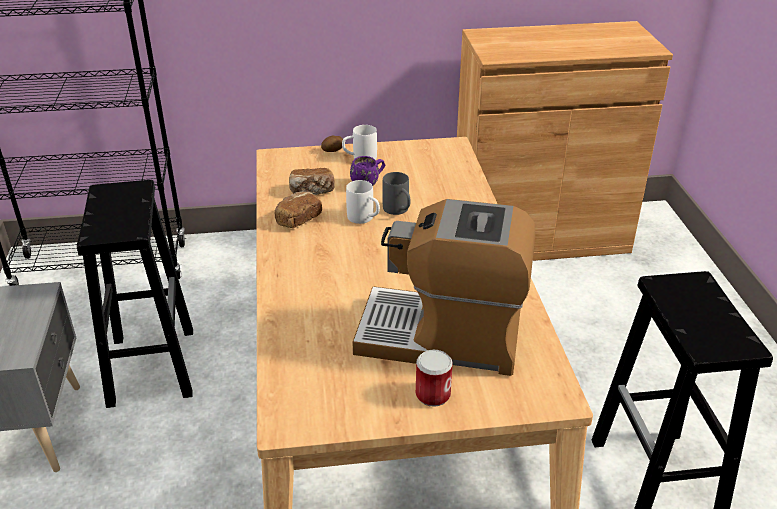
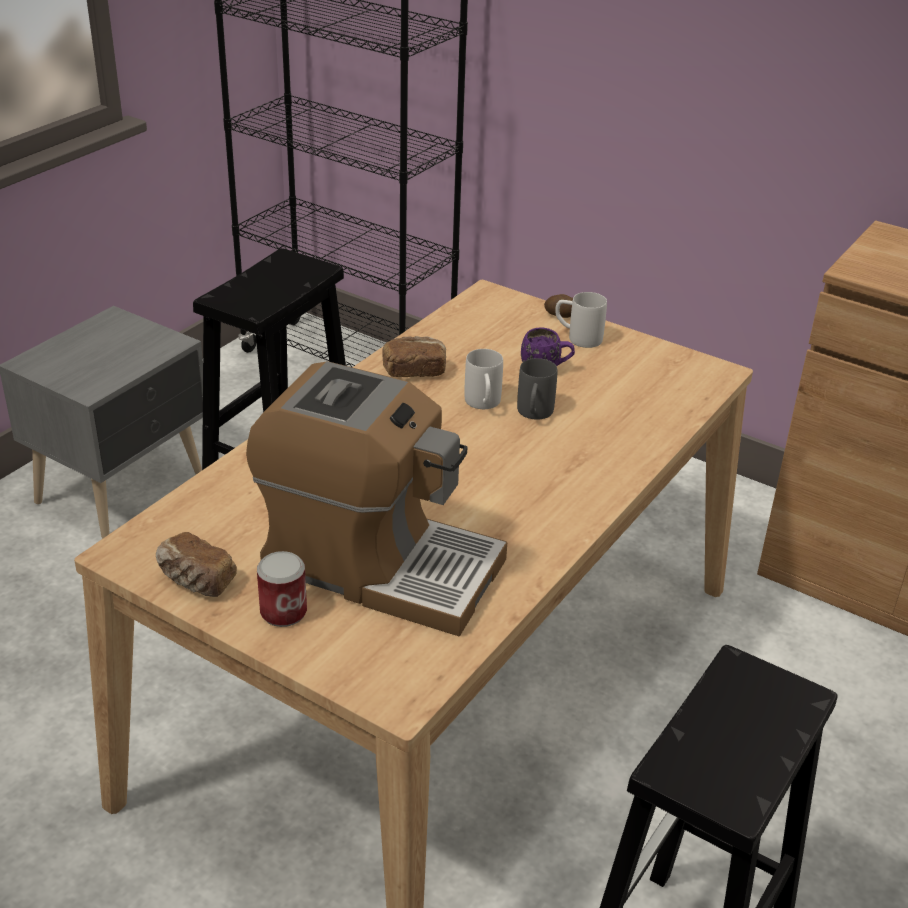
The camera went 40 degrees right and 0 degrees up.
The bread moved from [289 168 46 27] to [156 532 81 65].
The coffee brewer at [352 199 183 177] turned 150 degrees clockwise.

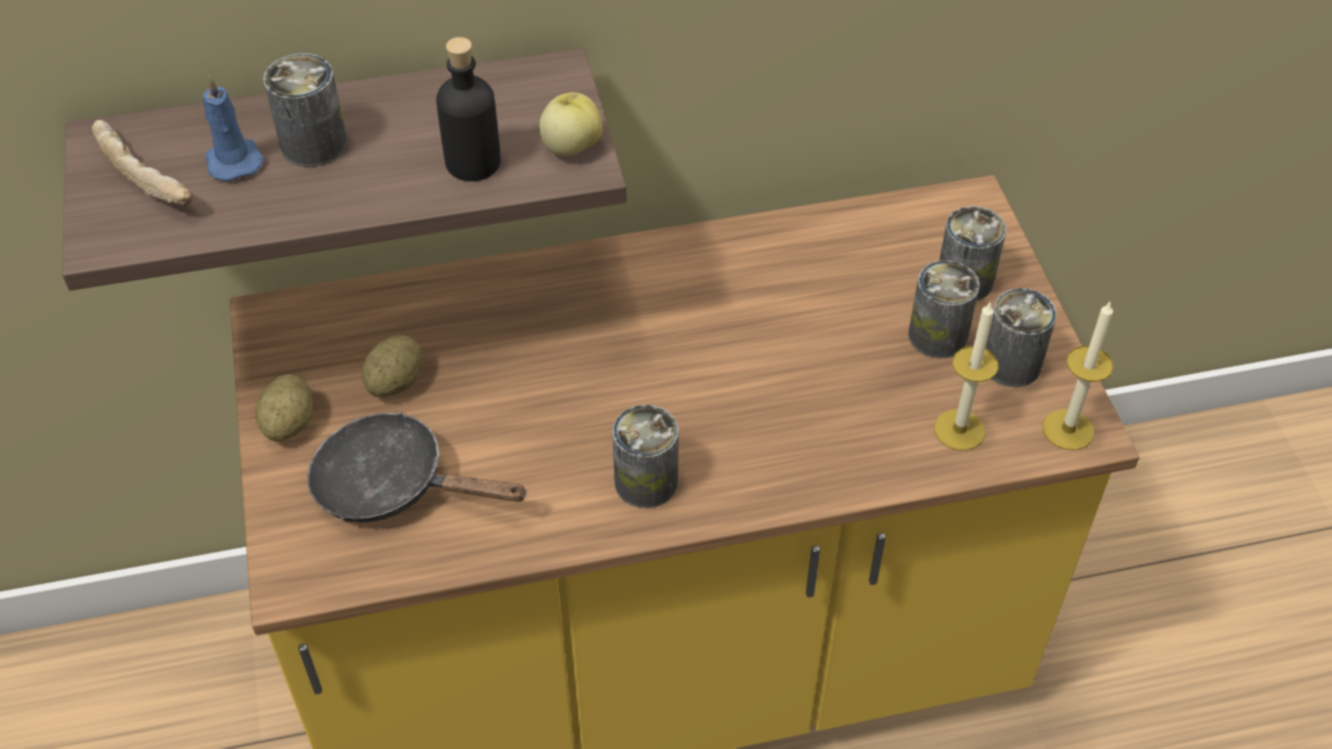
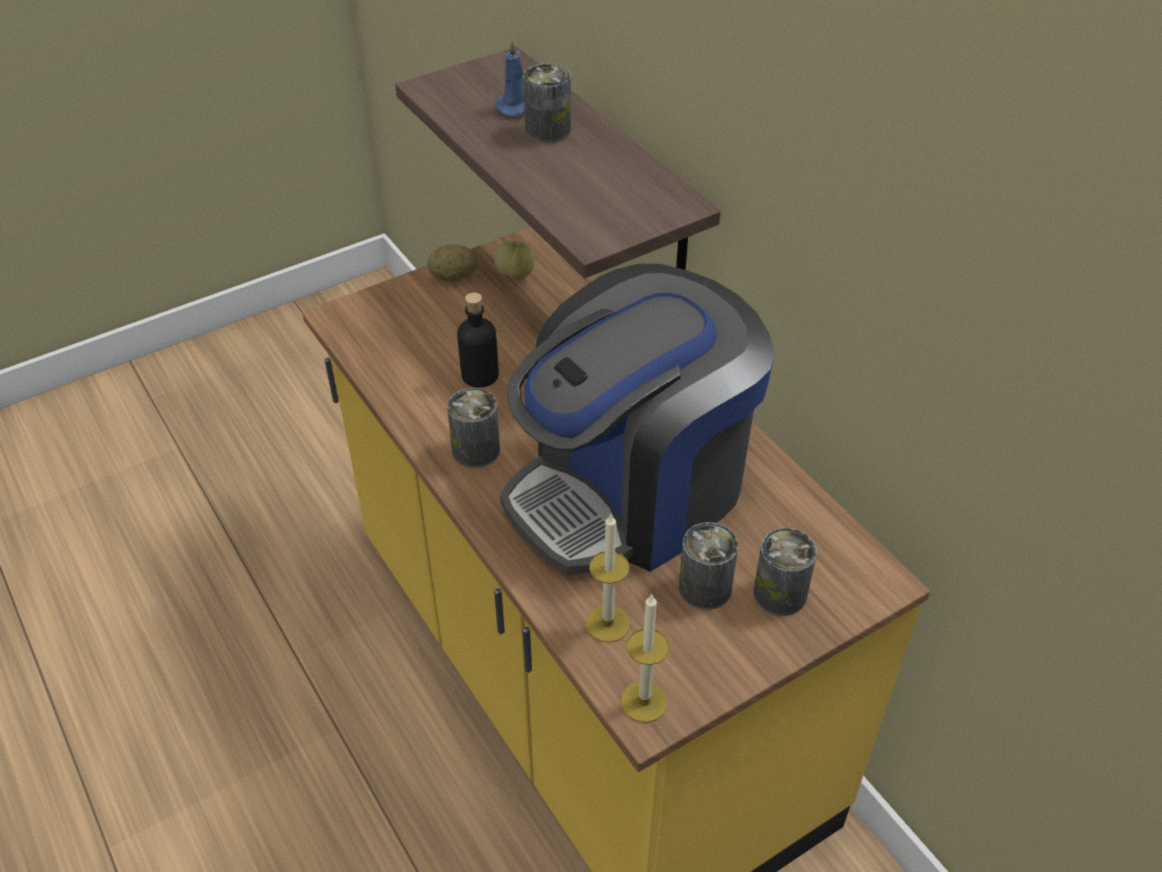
The camera went 70 degrees right and 5 degrees down.
The bread at [92 120 101 85] disappeared.
The skillet in black at [307 412 221 110] disappeared.
The whole potato at [362 335 60 62] disappeared.
The can at [985 288 72 99] disappeared.
The coffee brewer at [500 264 275 311] appeared.
The drink bottle in black moved from [436 37 65 144] to [457 293 42 95].
The apple fruit moved from [539 92 64 64] to [494 241 41 39].

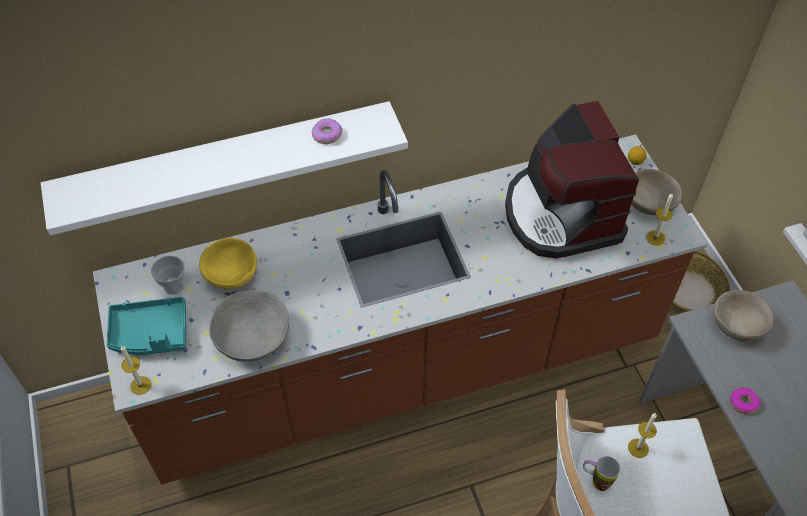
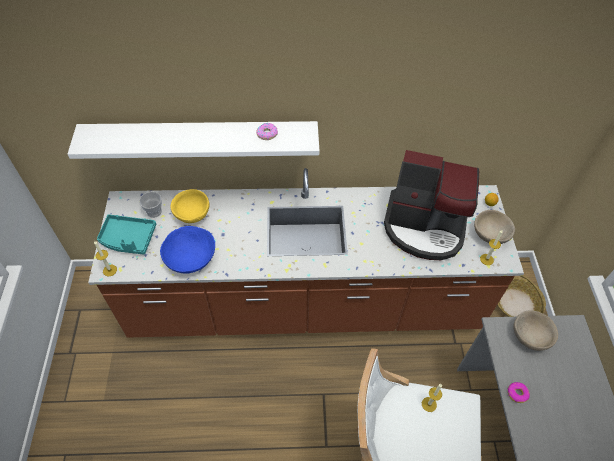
The camera went 15 degrees right and 0 degrees up.
The mug at [583 456 37 35] disappeared.
The serving bowl in gray at [209 291 80 71] became the serving bowl in blue at [160 226 55 47].
The coffee brewer at [505 101 134 157] turned 75 degrees counterclockwise.

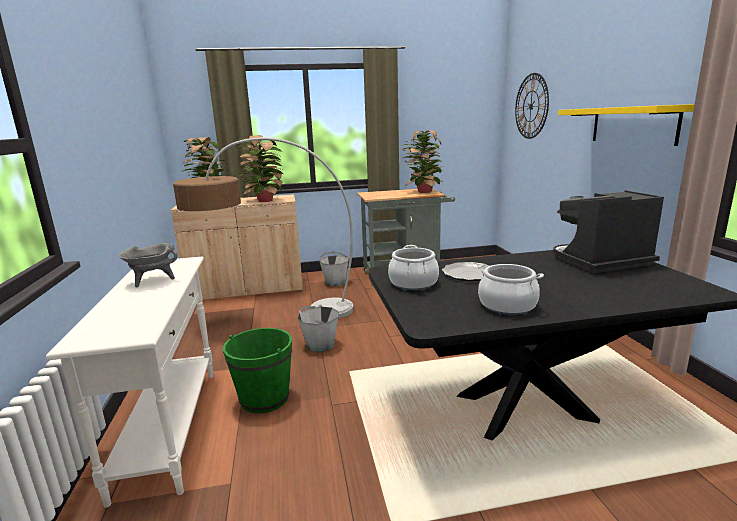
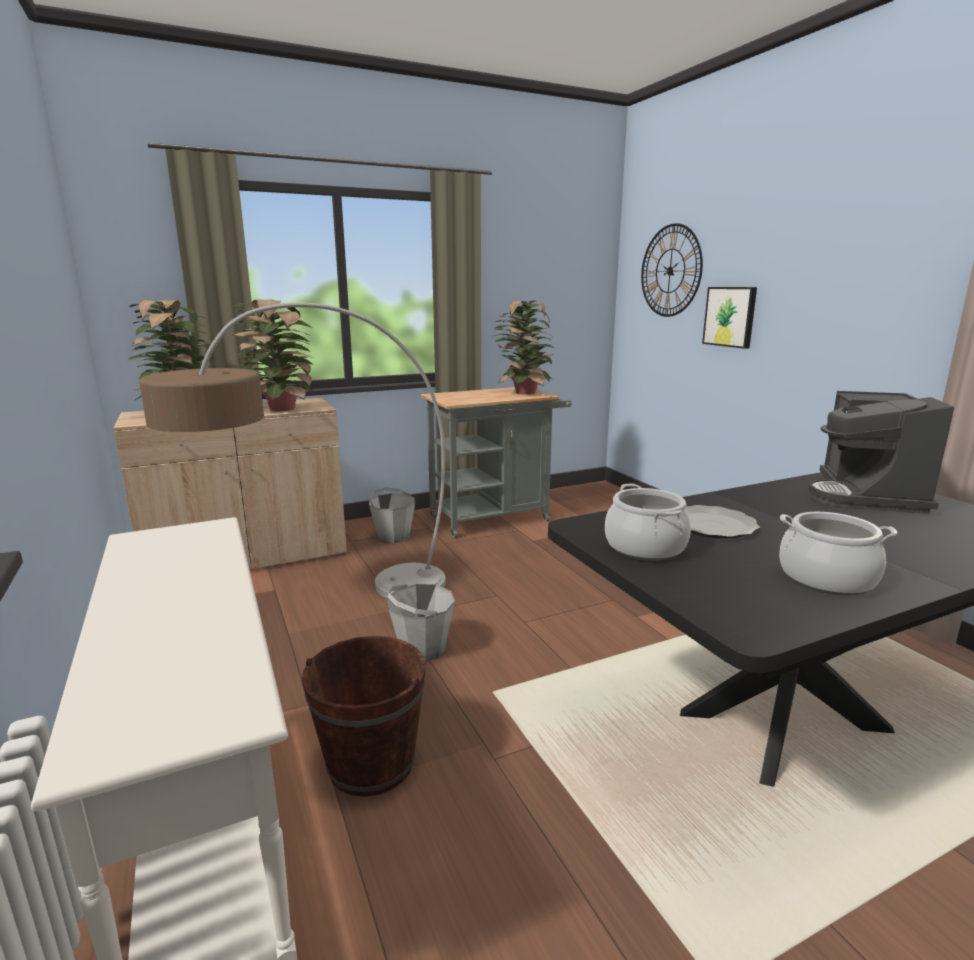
The camera went 15 degrees left and 0 degrees up.
The stockpot in gray at [119 243 59 44] disappeared.
The shelf in yellow at [558 104 136 42] disappeared.
The wall picture at [702 287 55 62] appeared.
The water bucket in greenish at [223 328 69 85] became the water bucket in brown at [302 636 124 161].
The coffee brewer at [553 190 111 83] turned 45 degrees counterclockwise.

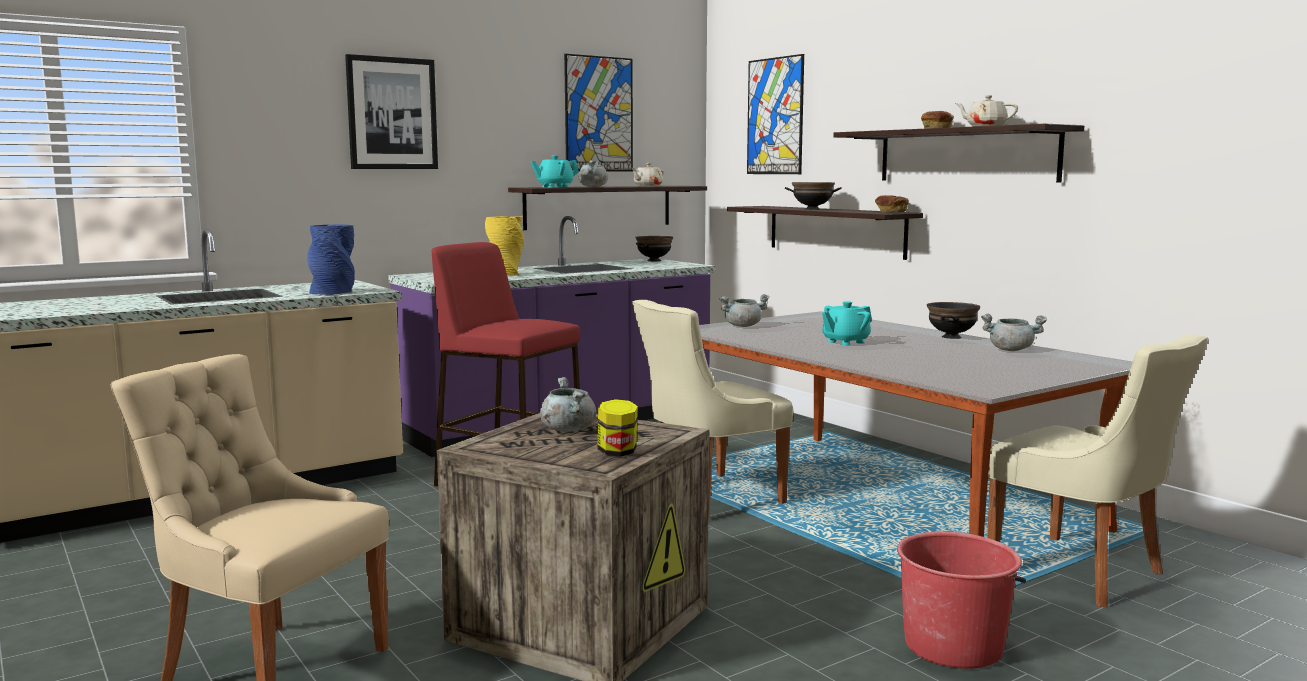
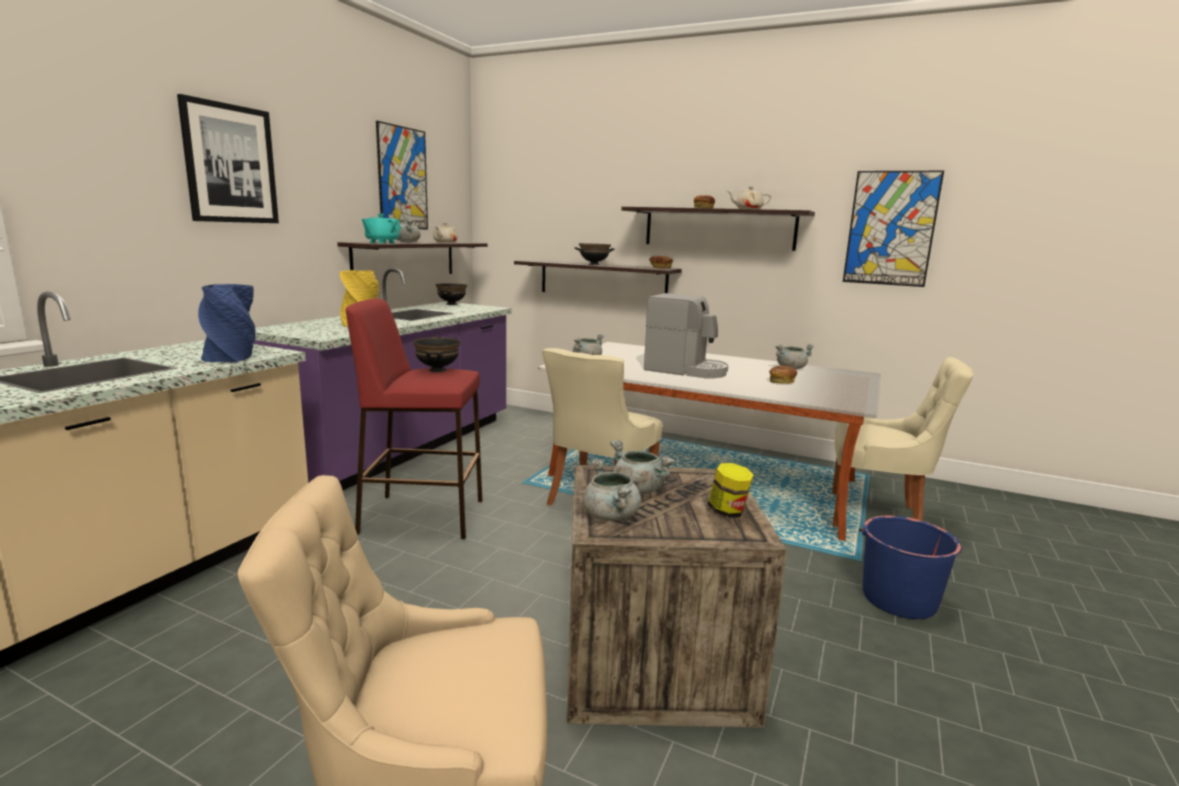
The camera went 30 degrees left and 5 degrees up.
The stockpot in gray at [583 459 58 62] appeared.
The bread at [769 366 28 18] appeared.
The wall picture moved from [747 54 57 120] to [843 171 101 116].
The serving bowl in black moved from [927 302 53 37] to [413 337 48 35].
The pot for tea in turquoise-coloured at [822 301 50 45] was replaced by the coffee brewer at [644 293 84 85].
The water bucket in reddish at [897 531 129 138] became the water bucket in blue at [859 516 104 103].

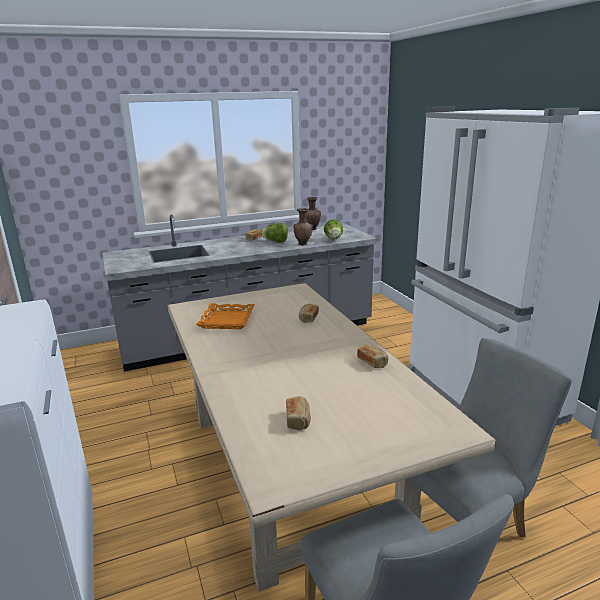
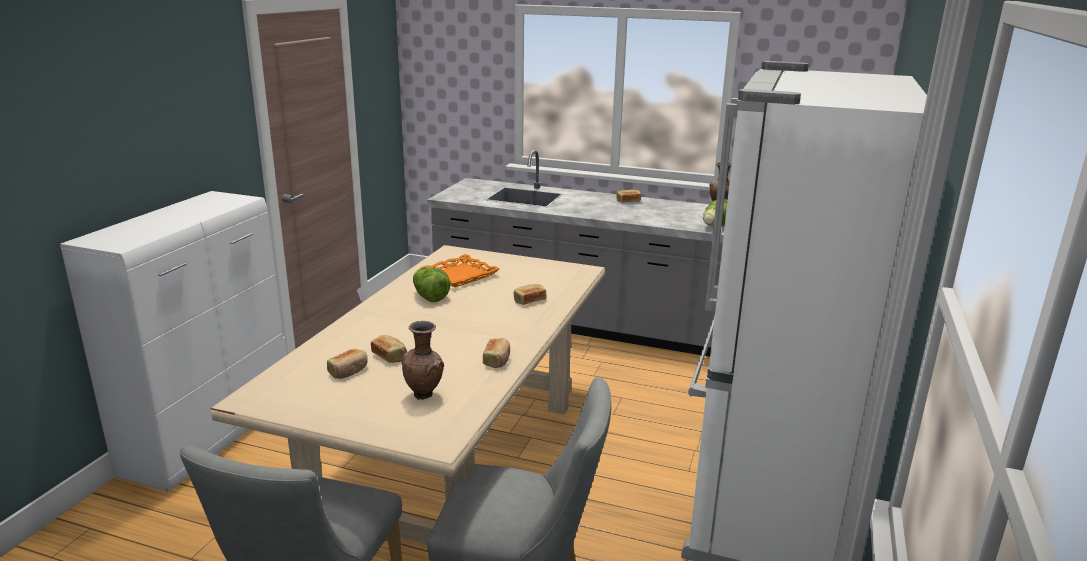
The camera went 40 degrees right and 0 degrees up.
The bread at [371 335 36 28] appeared.
The lettuce moved from [261 223 27 19] to [413 267 37 35].
The vase in brown moved from [293 208 20 37] to [402 321 42 79].

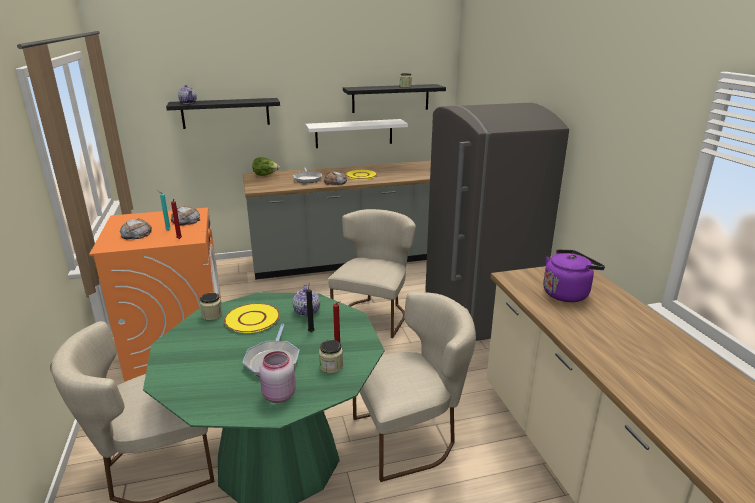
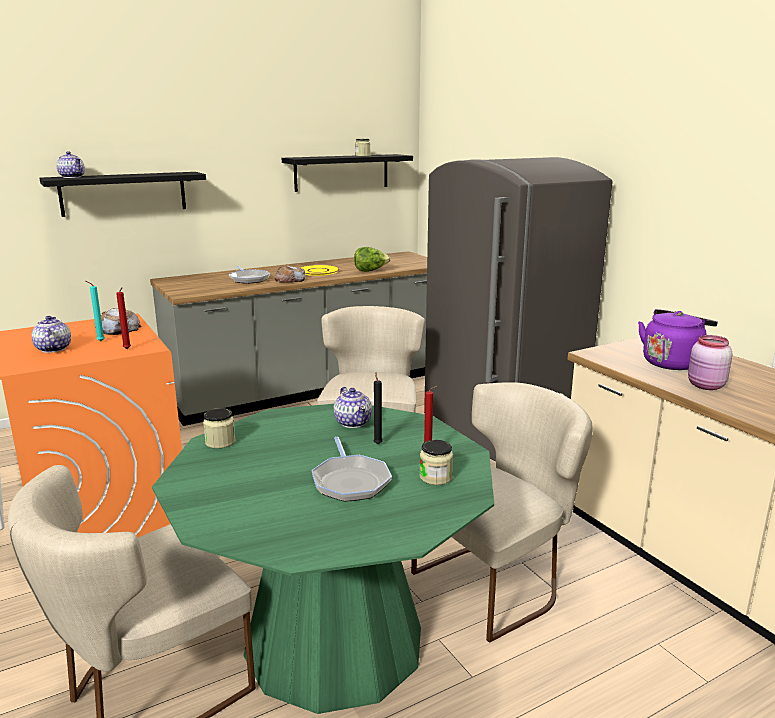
The camera went 15 degrees left and 5 degrees down.
The dinner plate in yellow at [224 303 56 30] disappeared.
The shelf in whitish at [305 119 103 29] disappeared.
The lettuce moved from [252 157 28 19] to [354 247 37 25].
The preserve jar in pinkish moved from [259 351 37 52] to [688 335 44 55].
The bread at [120 218 32 22] was replaced by the pot for tea at [32 316 39 37].

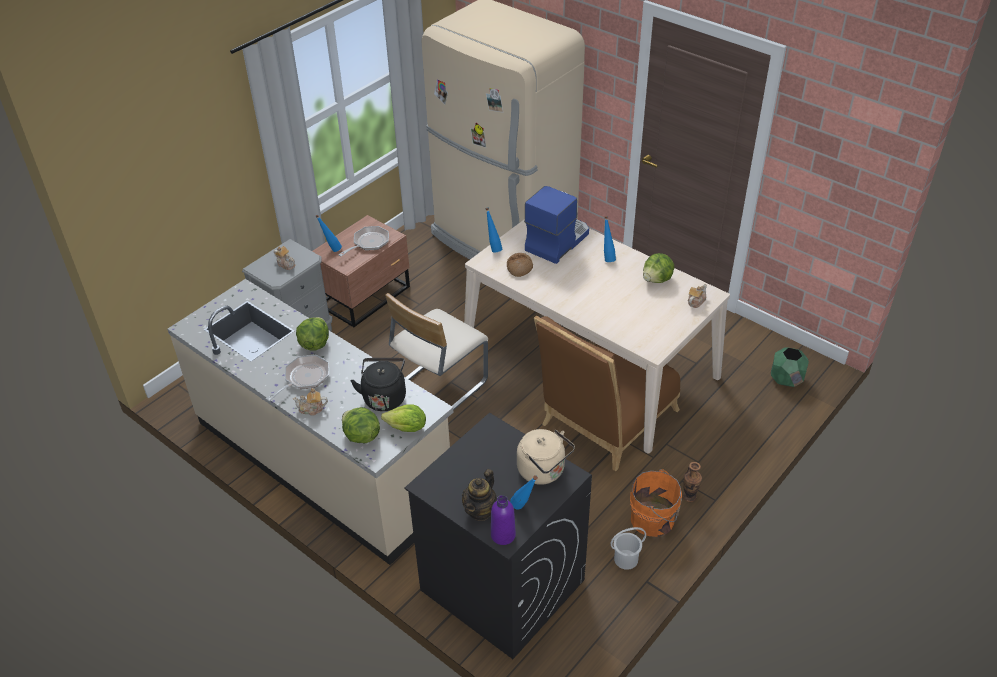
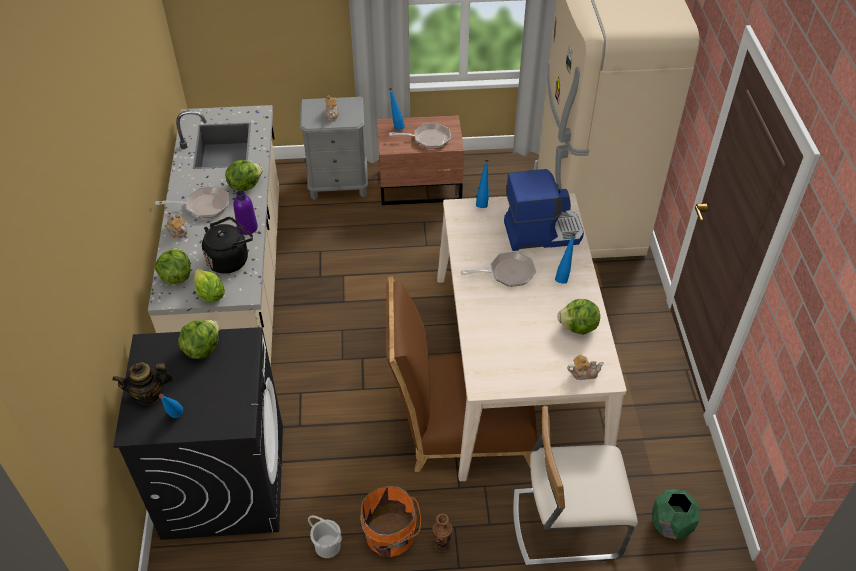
The camera went 45 degrees right and 5 degrees up.
The bread at [507 253 26 24] disappeared.
The kettle in beige-coloured at [517 429 58 56] disappeared.
The lettuce at [178 320 41 39] appeared.
The skillet at [461 251 75 36] appeared.
The chair in beige-coloured moved from [385 293 103 118] to [513 406 125 160].
The drink bottle in purplish moved from [491 495 25 50] to [233 190 25 45].

